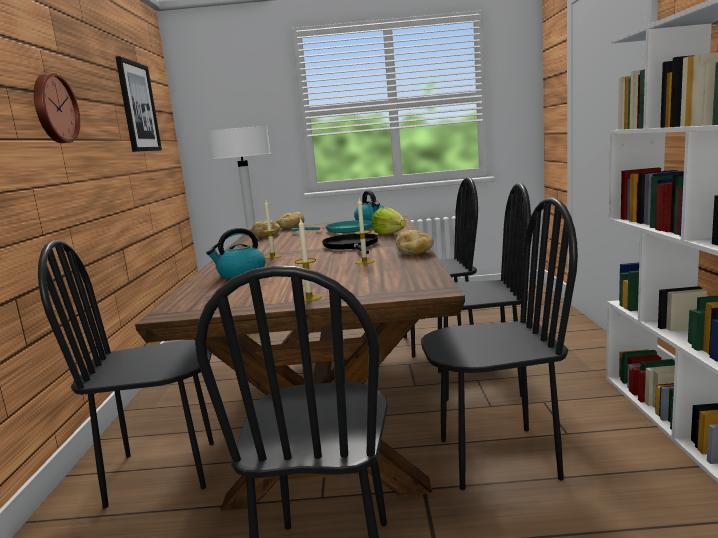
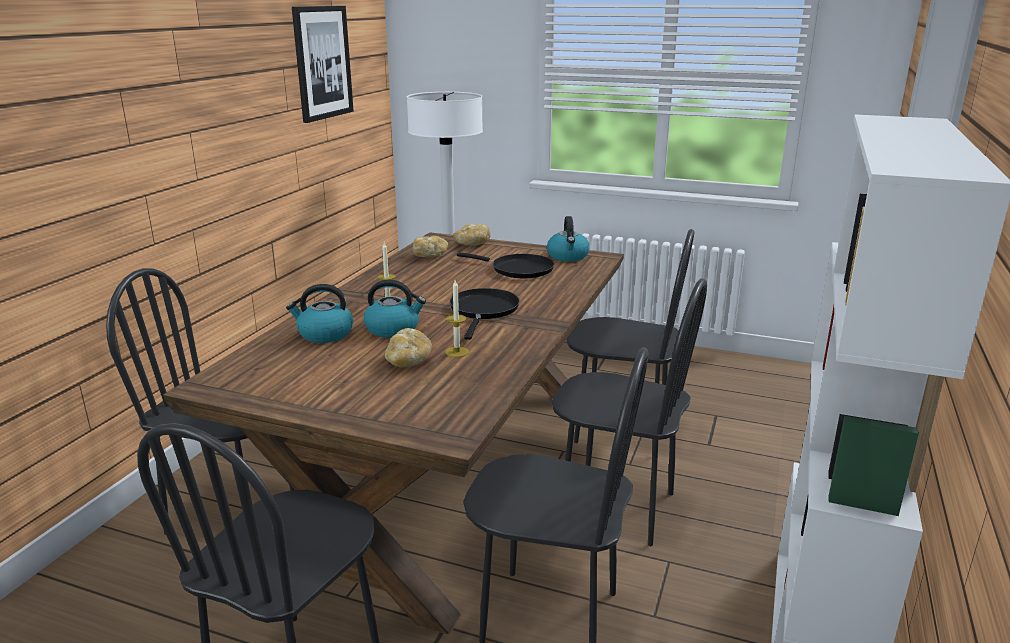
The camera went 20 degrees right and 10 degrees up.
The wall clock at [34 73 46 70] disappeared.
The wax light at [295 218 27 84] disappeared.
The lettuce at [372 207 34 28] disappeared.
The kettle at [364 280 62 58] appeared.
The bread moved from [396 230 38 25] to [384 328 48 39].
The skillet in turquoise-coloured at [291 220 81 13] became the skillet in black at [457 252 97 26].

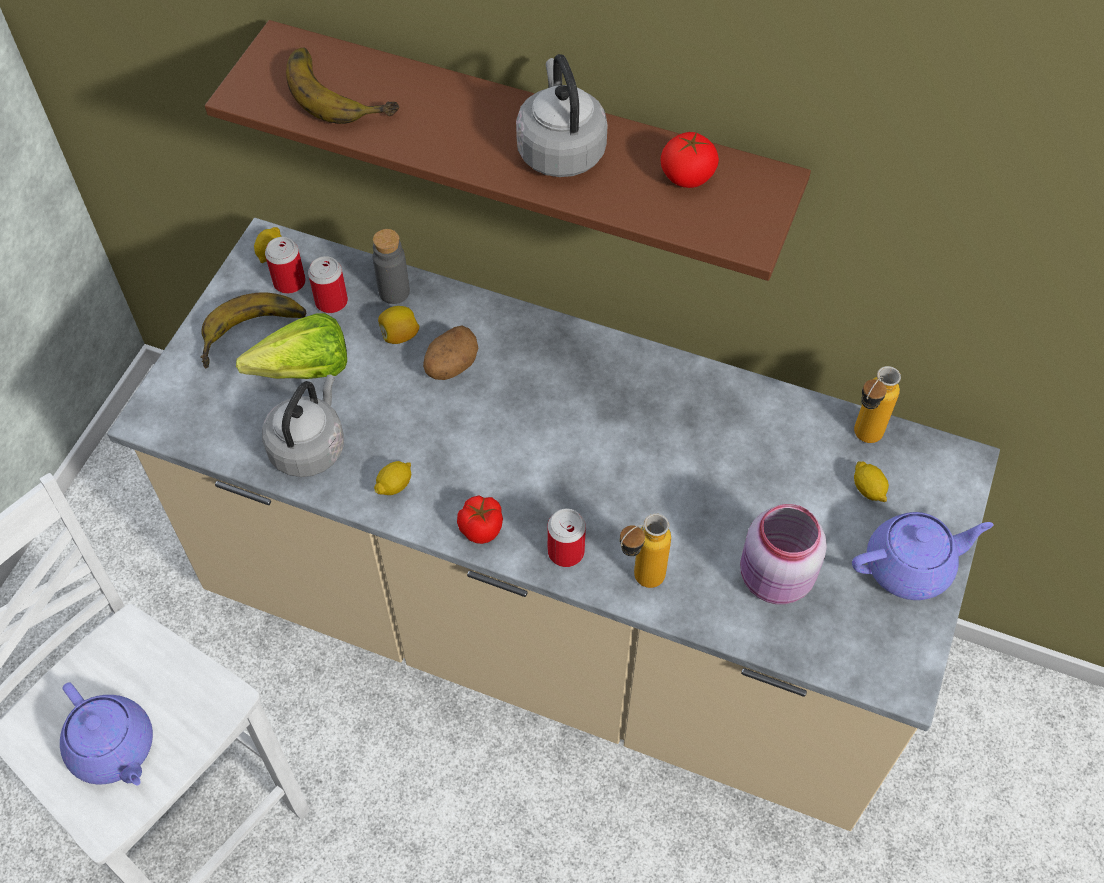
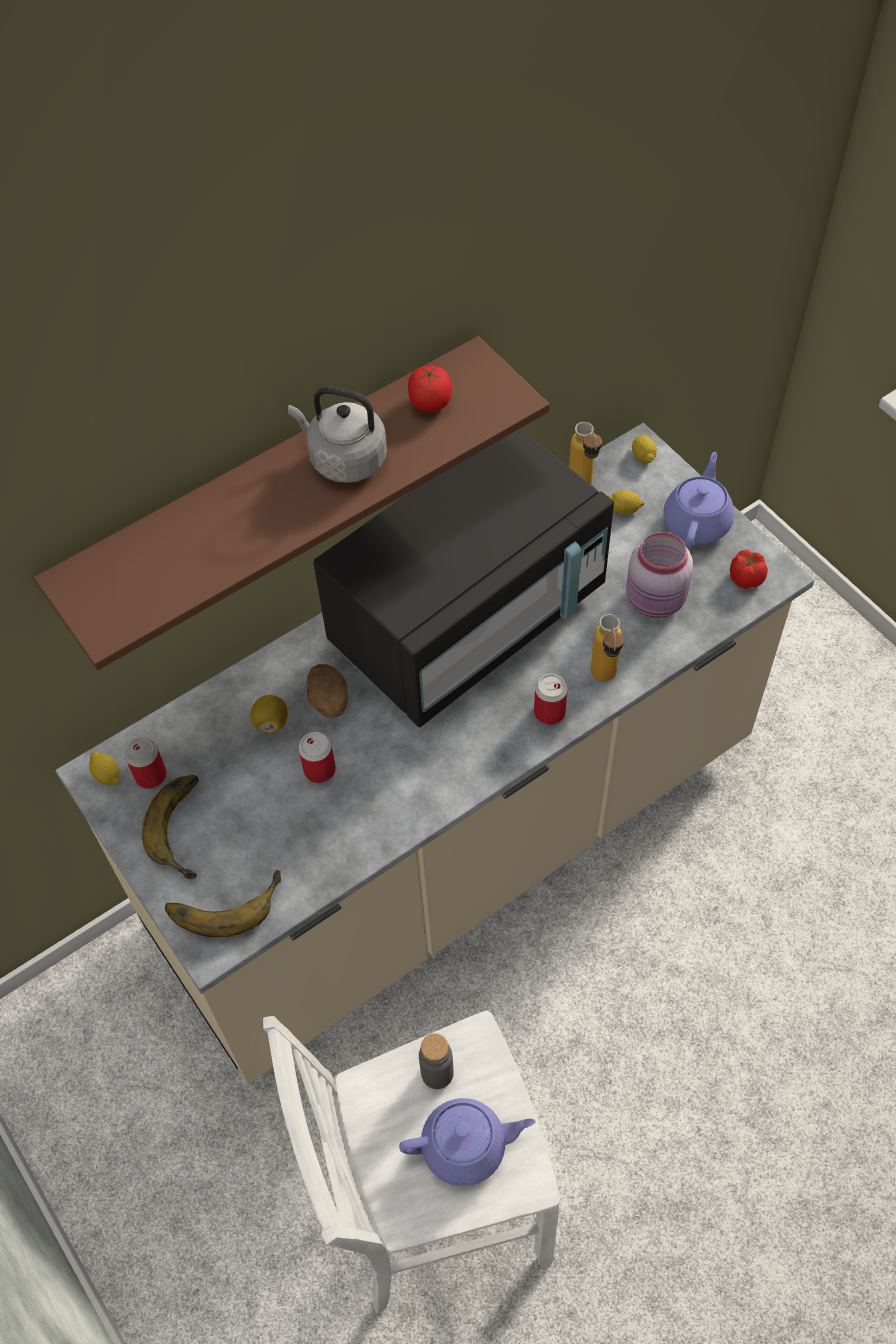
The camera went 55 degrees left and 0 degrees up.
The lettuce at [236 313 111 66] disappeared.
The kettle in gray at [262 374 82 103] disappeared.
The kitchen microwave in black at [313 429 301 298] appeared.
The banana moved from [286 47 113 77] to [165 870 116 68].
The can moved from [308 256 40 57] to [298 732 38 51].
The drink bottle in gray moved from [373 229 37 75] to [419 1033 35 56].
The lemon moved from [374 461 37 34] to [632 435 25 28].
The whole tomato moved from [457 496 46 48] to [730 550 38 39].

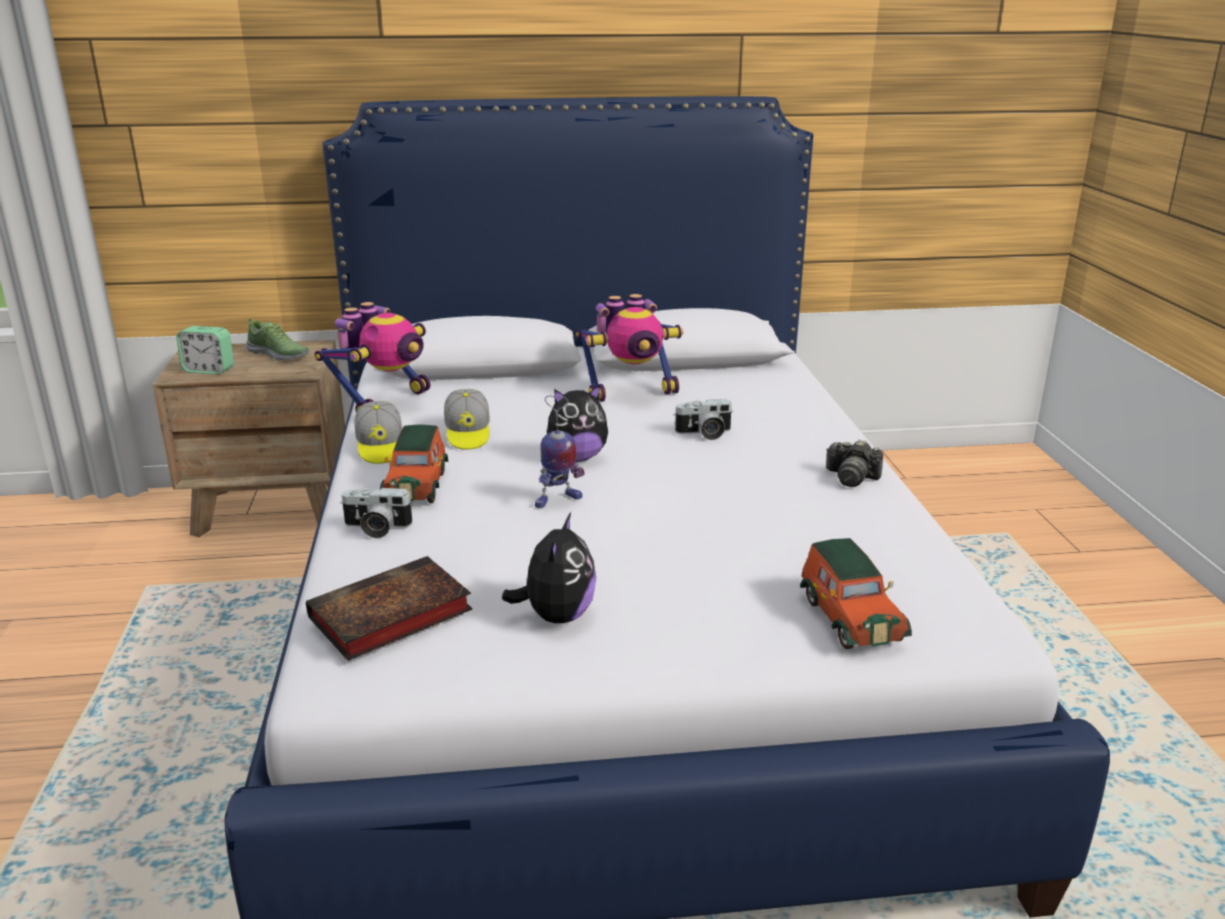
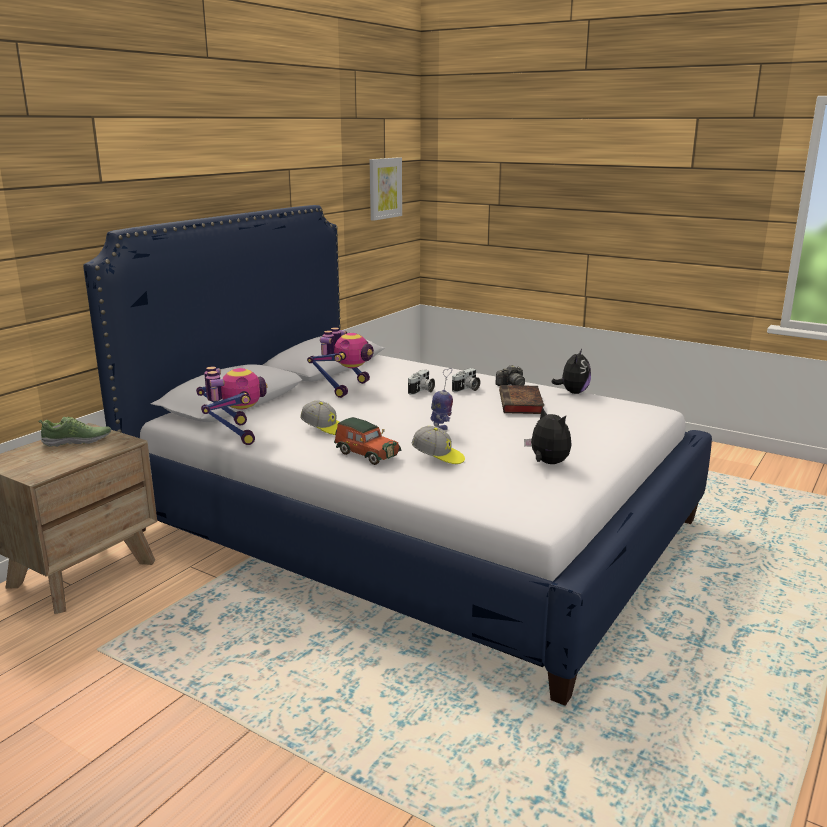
The camera went 50 degrees left and 5 degrees down.
The alarm clock at [176 326 58 48] disappeared.
The miniature car at [800 538 112 111] disappeared.
The wall picture at [370 157 32 64] appeared.
The volume moved from [306 556 166 105] to [499 385 45 29].
The photo camera moved from [340 487 73 51] to [452 368 28 24].
The baseball cap moved from [354 401 48 63] to [412 426 53 38].
The cuddly toy moved from [547 384 61 78] to [551 349 40 45].

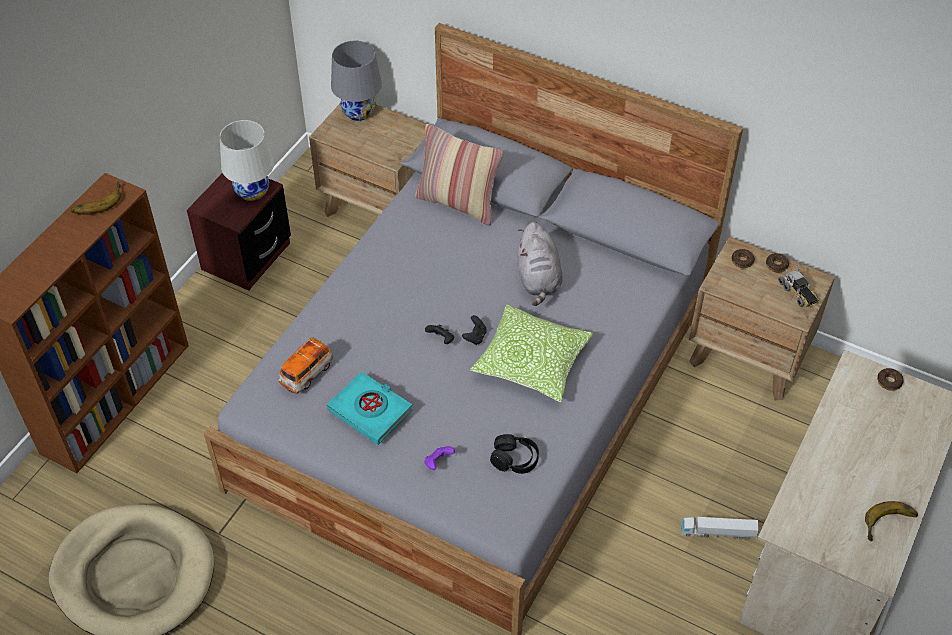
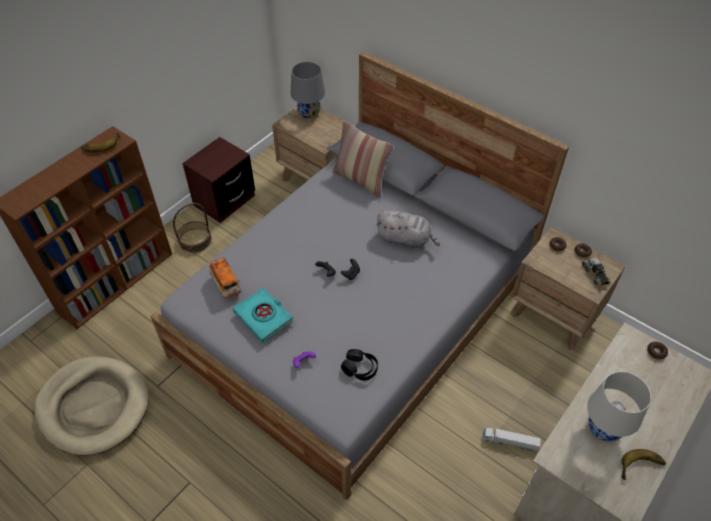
The camera went 10 degrees right and 0 degrees up.
The pillow at [470 305 123 97] disappeared.
The storage basket at [173 203 39 50] appeared.
The table lamp in whitish moved from [220 120 54 81] to [587 371 64 71].
The miniature car at [278 337 55 57] turned 75 degrees counterclockwise.
The cuddly toy in gray at [517 222 46 84] turned 75 degrees counterclockwise.

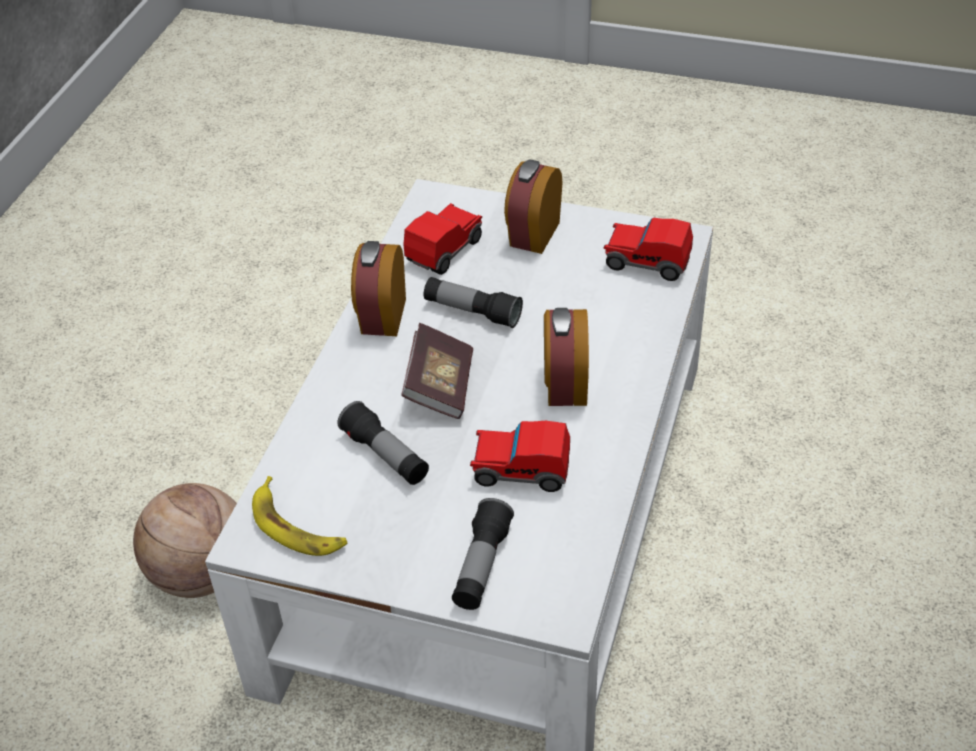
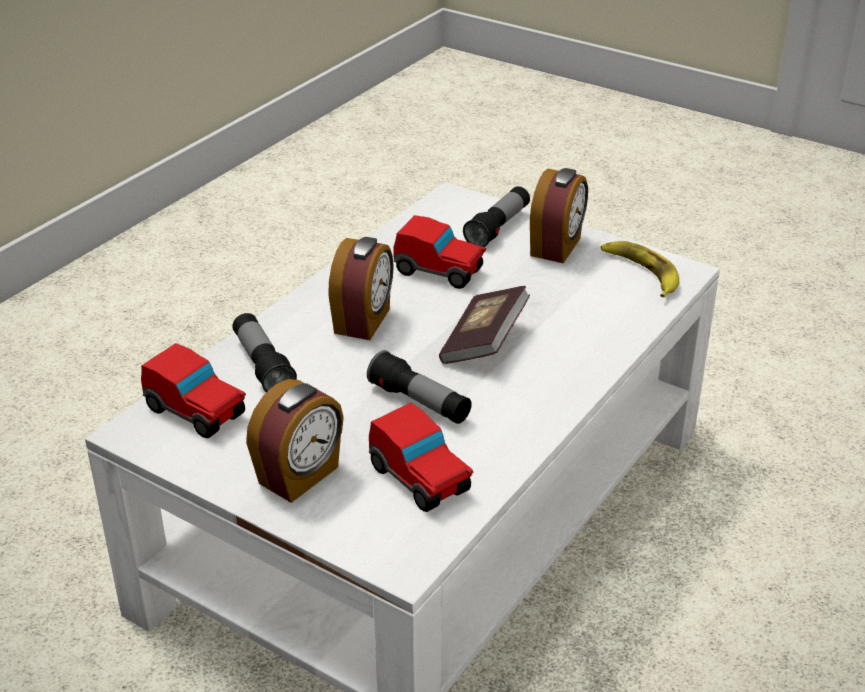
The camera went 165 degrees left and 10 degrees down.
The ball for basketball at [133 483 104 115] disappeared.
The flashlight moved from [337 401 92 84] to [232 313 65 80].
The alarm clock moved from [351 241 55 95] to [530 168 58 95].
The miniature car at [403 203 79 72] turned 90 degrees counterclockwise.

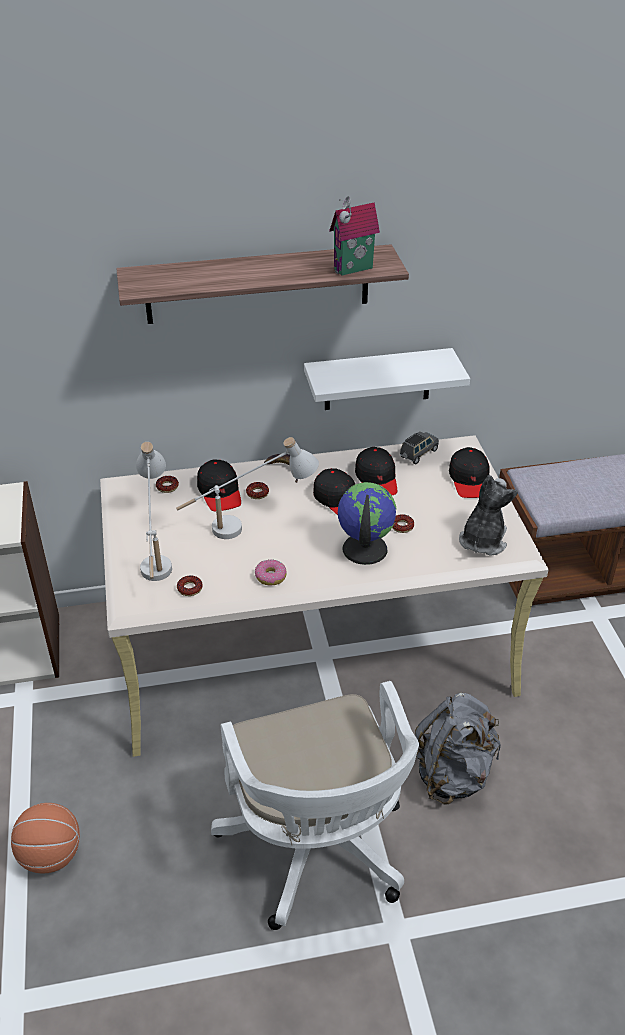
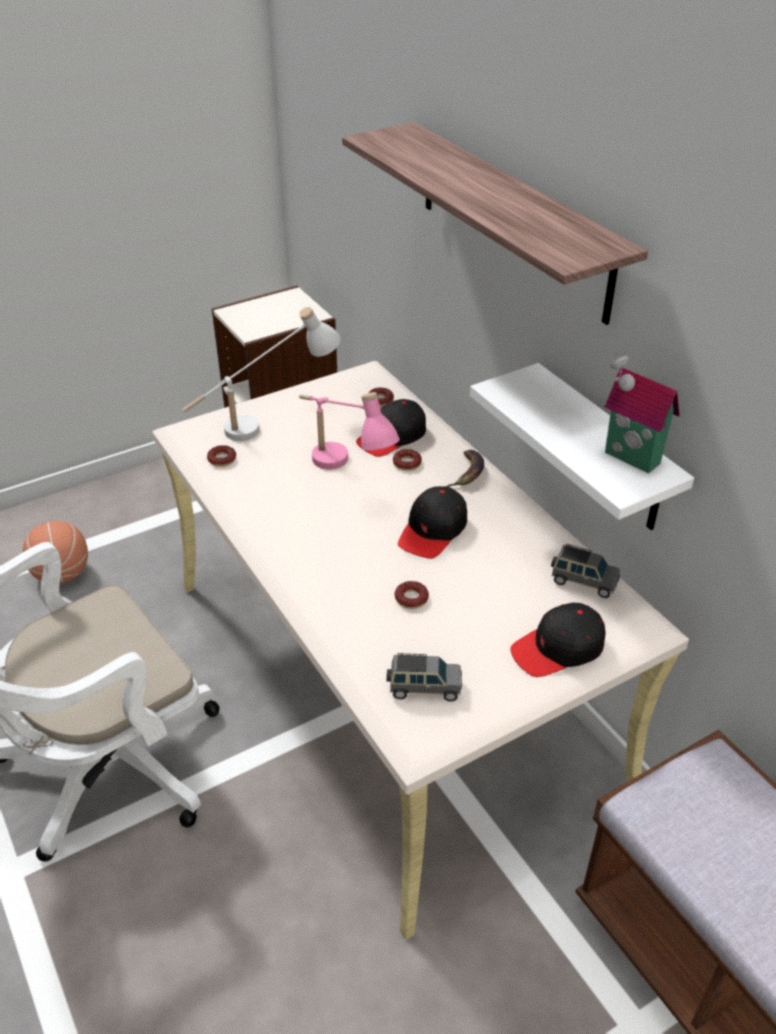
The camera went 70 degrees right and 0 degrees up.
The ring doughnut at [255 559 32 26] disappeared.
The desk globe at [337 482 60 83] disappeared.
The baseball cap in black at [355 447 42 48] disappeared.
The backpack in gray at [415 693 86 112] disappeared.
The toy house moved from [329 196 51 80] to [605 353 74 121].
The cuddly toy at [459 475 59 81] was replaced by the miniature car in gray at [386 653 76 49].
The table lamp in whitish at [176 437 143 102] became the table lamp in pinkish at [299 392 101 78].

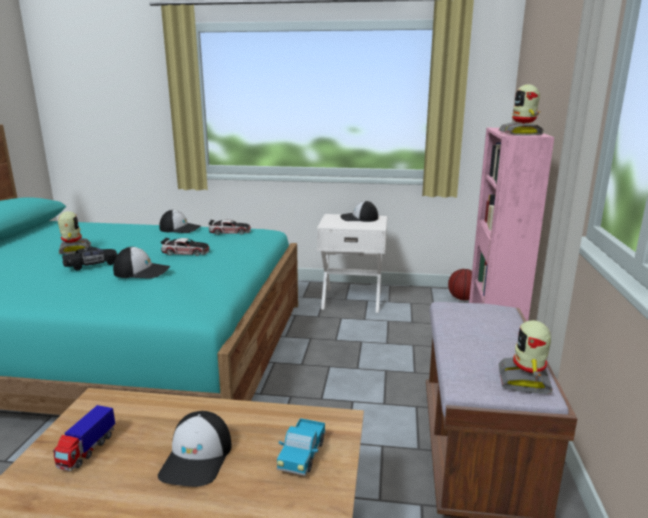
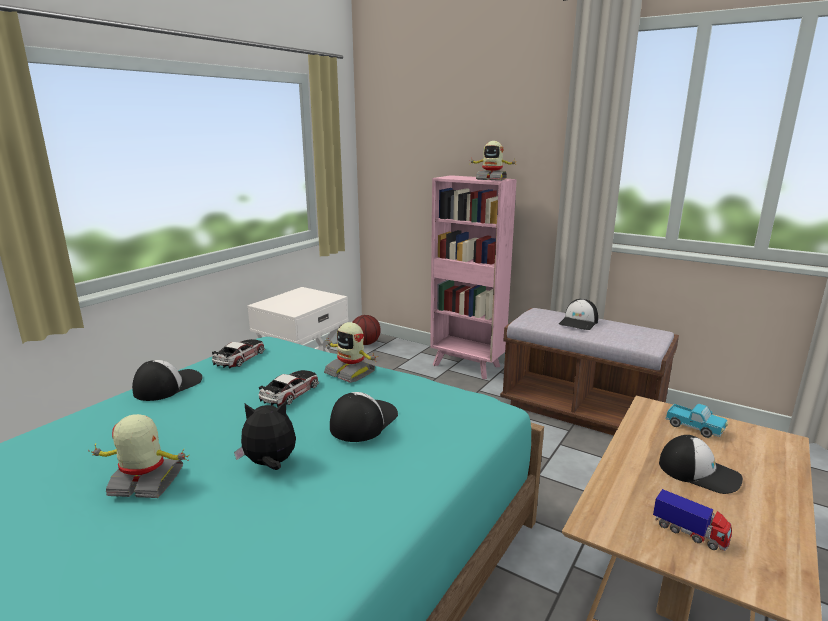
The camera went 65 degrees left and 0 degrees up.
The baseball cap moved from [340 201 38 21] to [559 299 39 31].
The toy robot moved from [499 320 54 74] to [324 322 52 61].
The miniature car in black at [62 246 55 25] was replaced by the cuddly toy at [234 401 62 69].

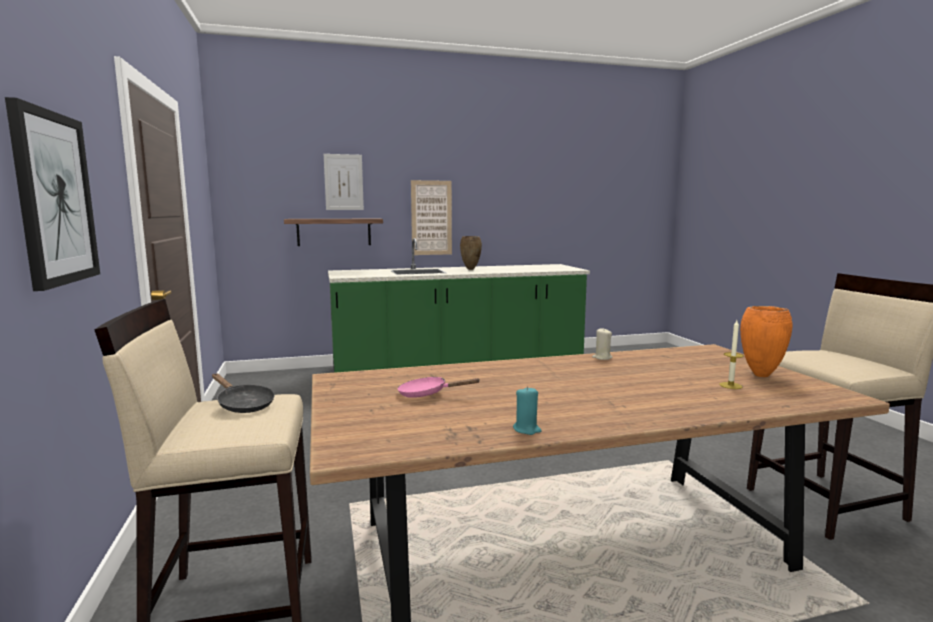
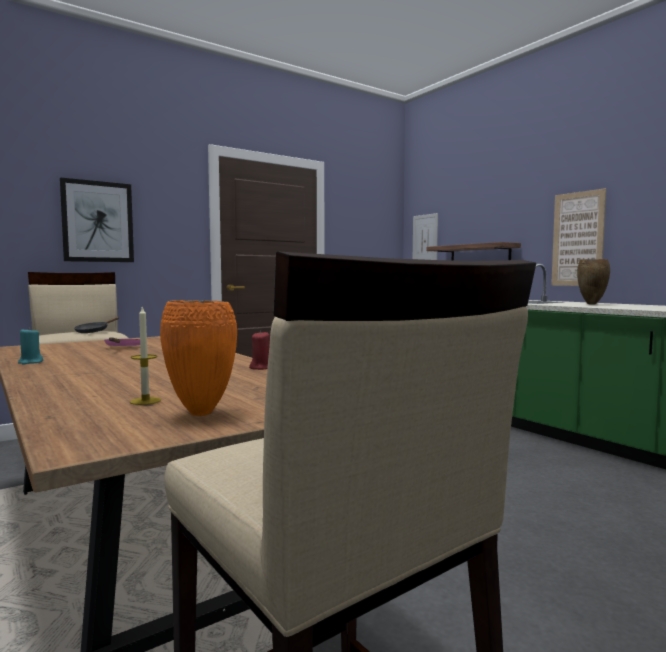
The camera went 70 degrees right and 5 degrees down.
The wall picture moved from [324 154 40 56] to [413 213 25 47].
The wax light in beige-coloured at [592 328 21 32] became the wax light in reddish at [249 331 21 39].

